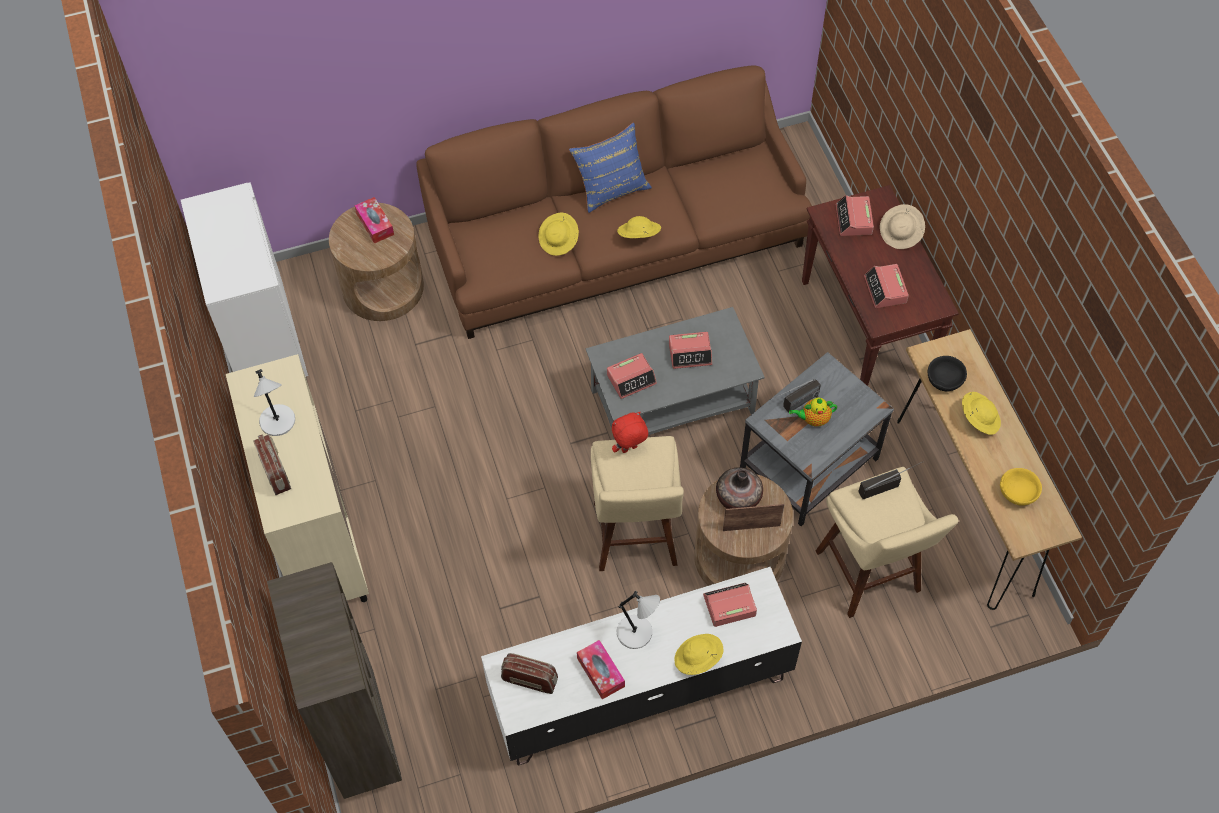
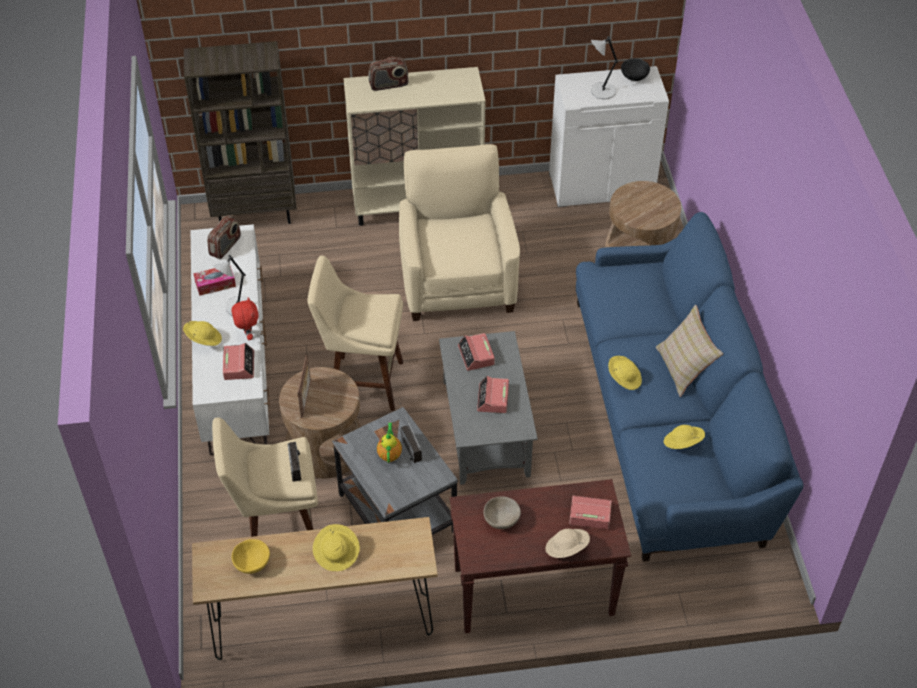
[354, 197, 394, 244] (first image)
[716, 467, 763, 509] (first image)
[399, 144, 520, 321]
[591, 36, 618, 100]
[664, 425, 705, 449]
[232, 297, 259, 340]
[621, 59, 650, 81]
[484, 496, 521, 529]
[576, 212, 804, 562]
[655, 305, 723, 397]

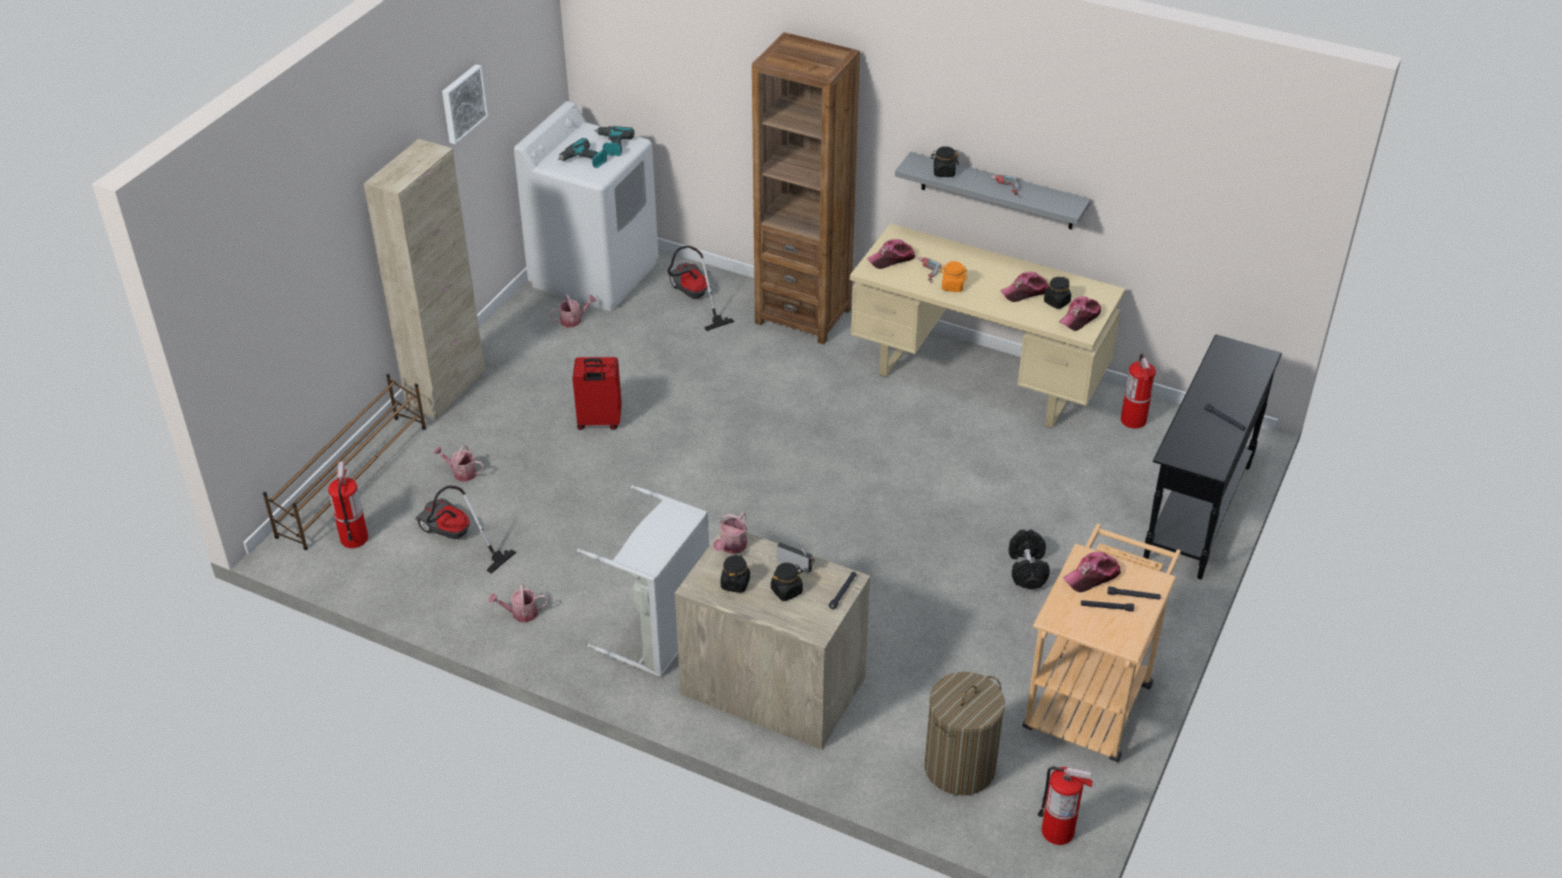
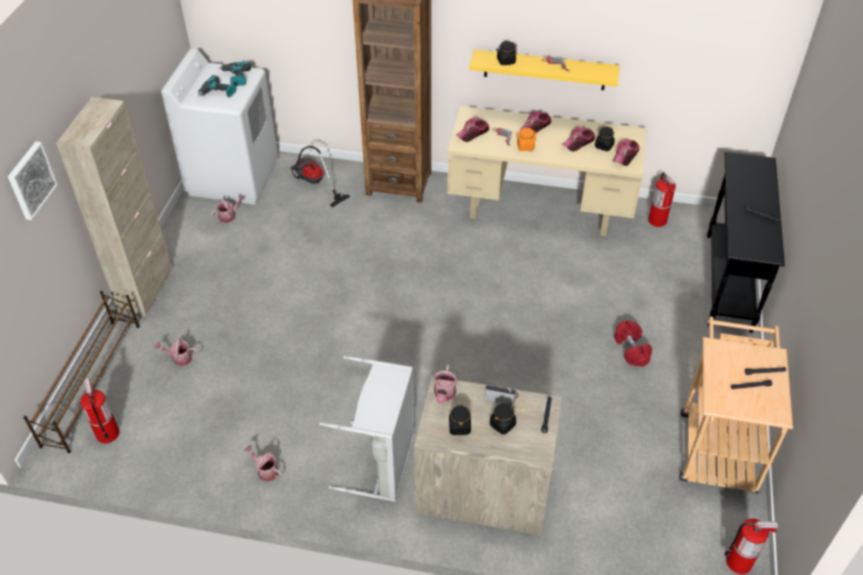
[415, 485, 517, 574] (first image)
[573, 357, 622, 430] (first image)
[924, 672, 1005, 795] (first image)
[8, 141, 58, 220]
[520, 111, 551, 133]
[469, 49, 620, 90]
[614, 320, 652, 367]
[244, 445, 282, 482]

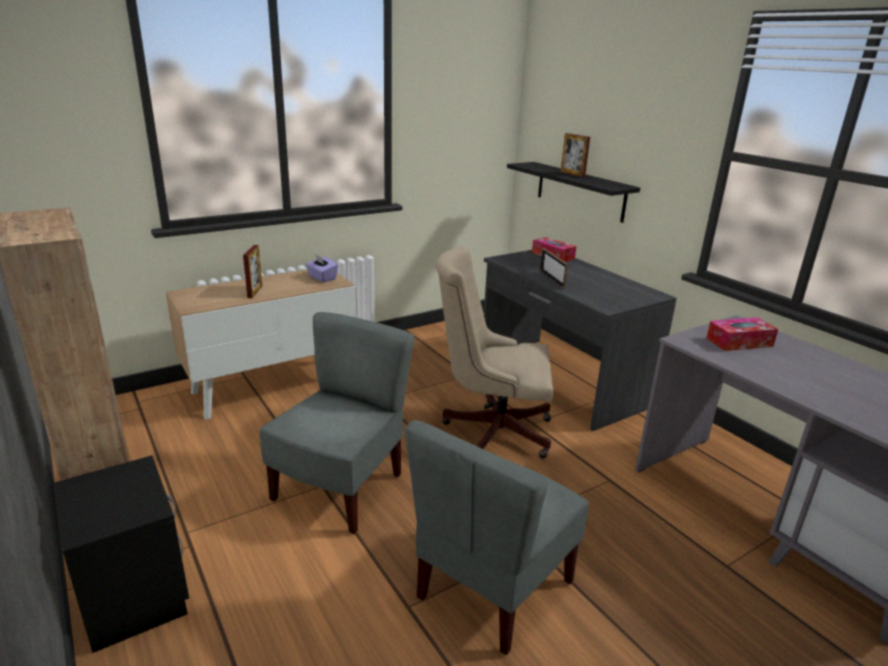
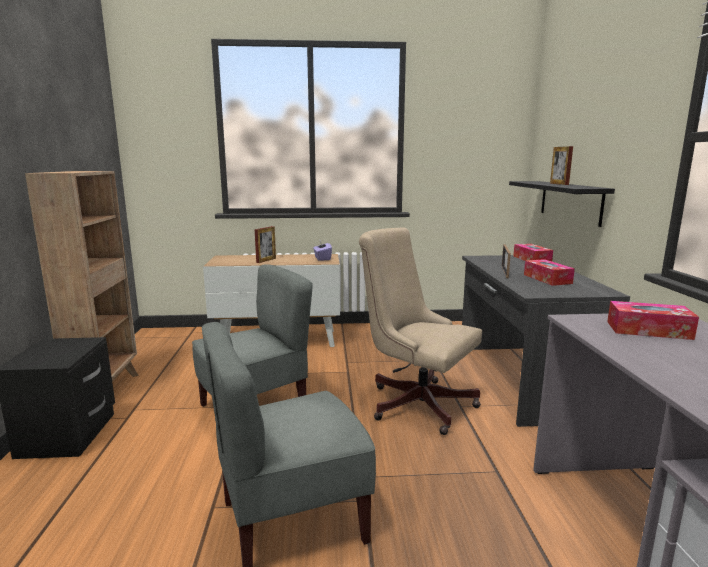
[524, 259, 575, 286]

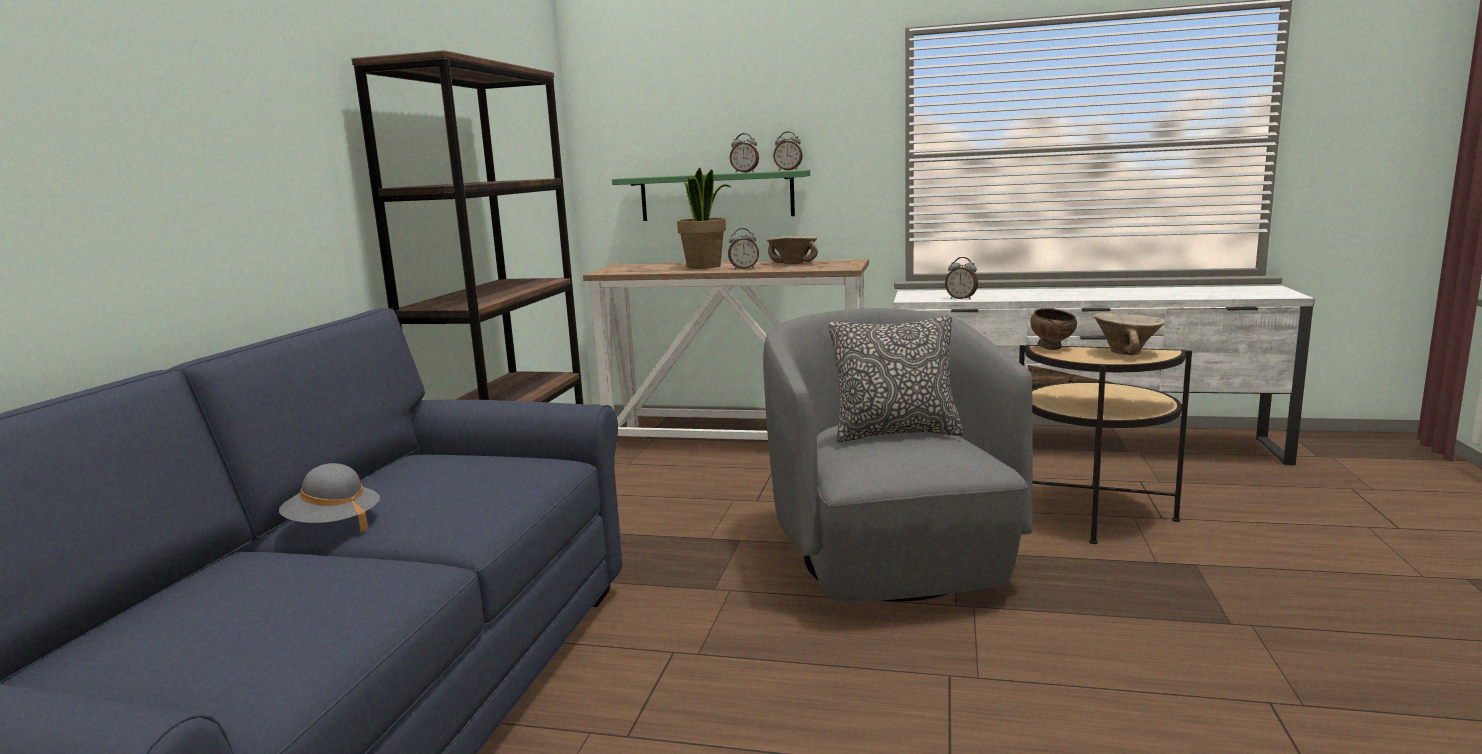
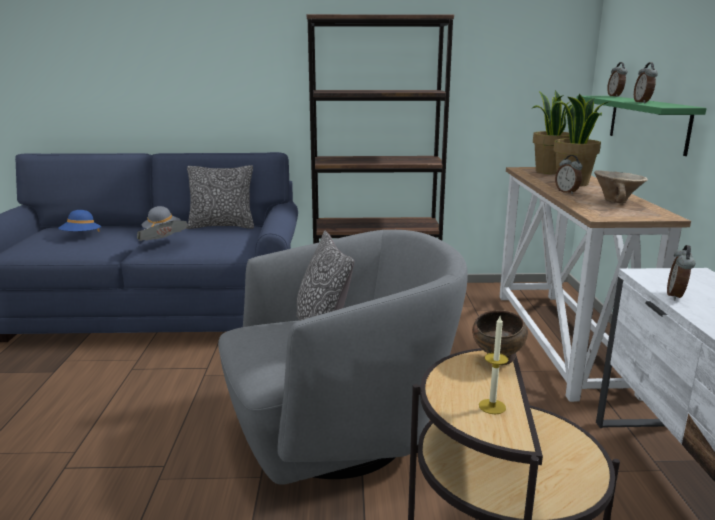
[58, 210, 101, 232]
[137, 220, 188, 241]
[187, 165, 254, 229]
[531, 90, 572, 174]
[607, 62, 628, 97]
[479, 316, 508, 414]

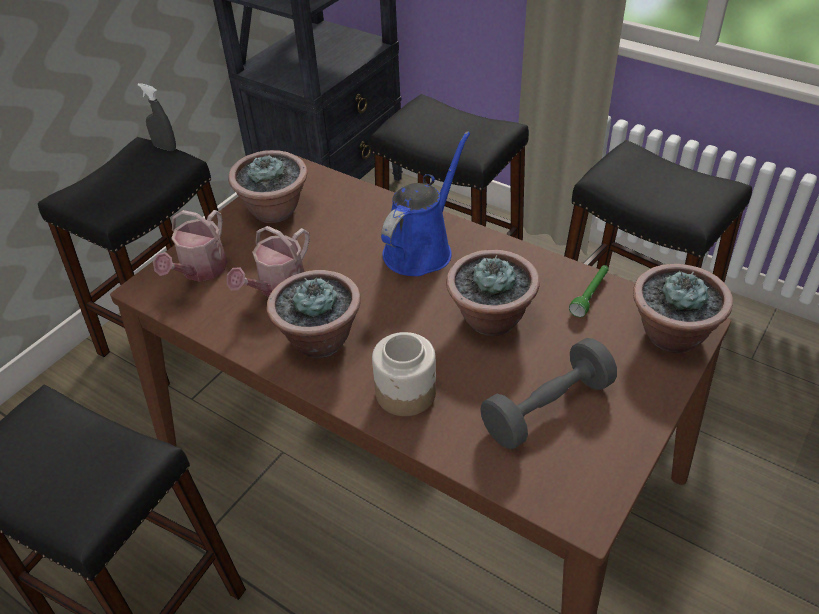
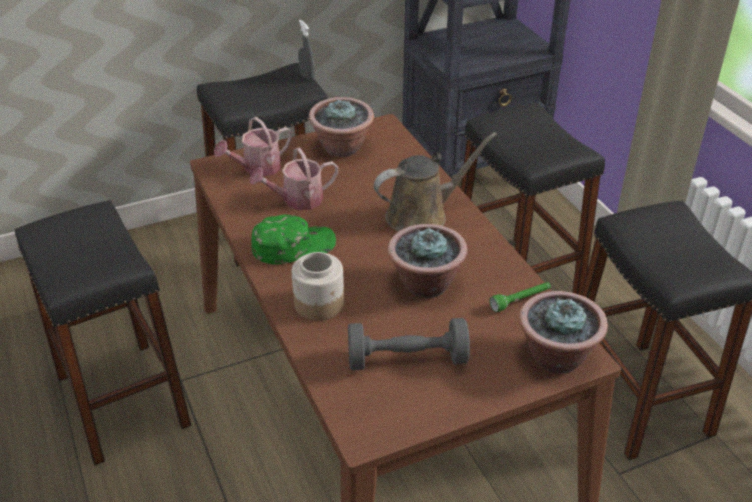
[251, 215, 336, 264]
[374, 132, 497, 232]

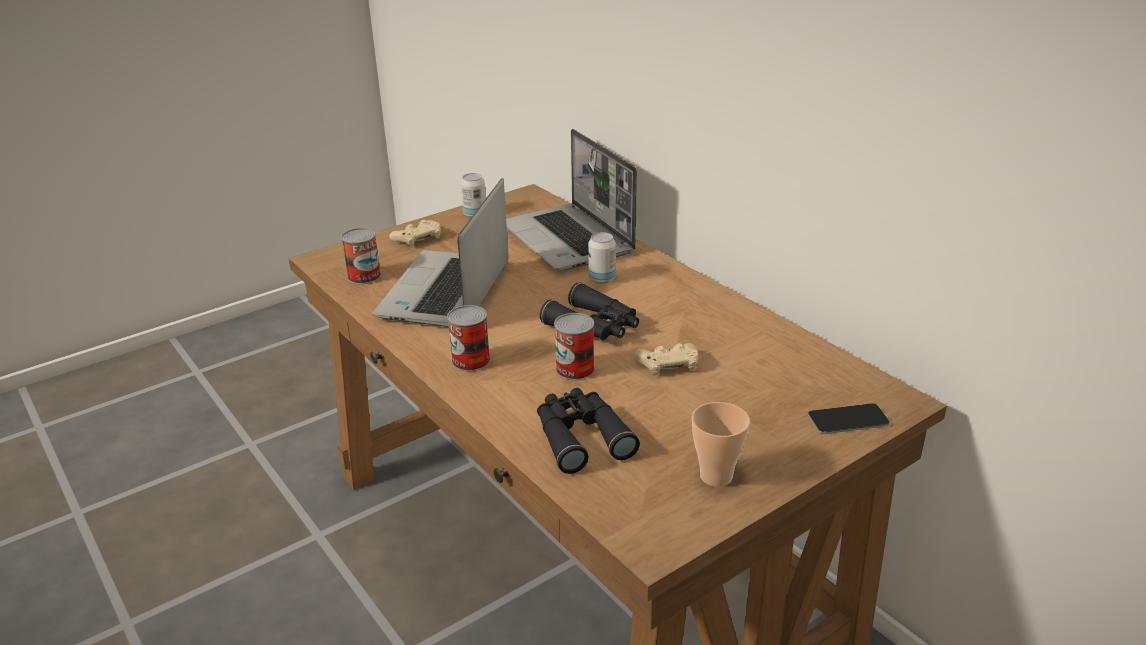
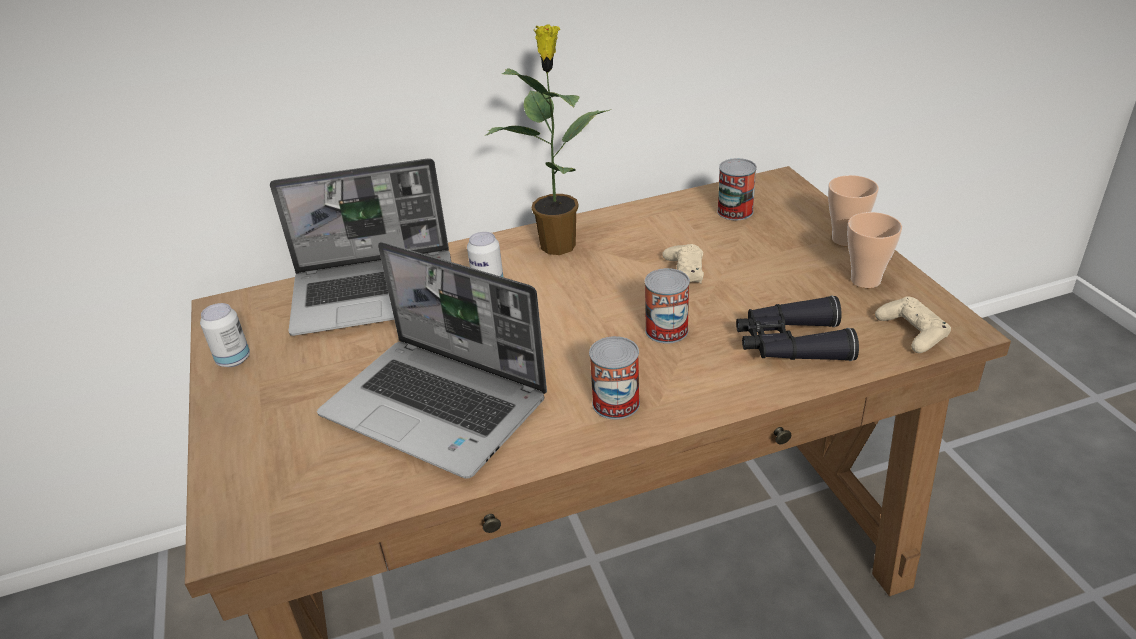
[540, 282, 639, 340] (first image)
[808, 403, 889, 434] (first image)
[485, 24, 610, 255]
[828, 175, 879, 246]
[717, 158, 757, 220]
[875, 296, 951, 353]

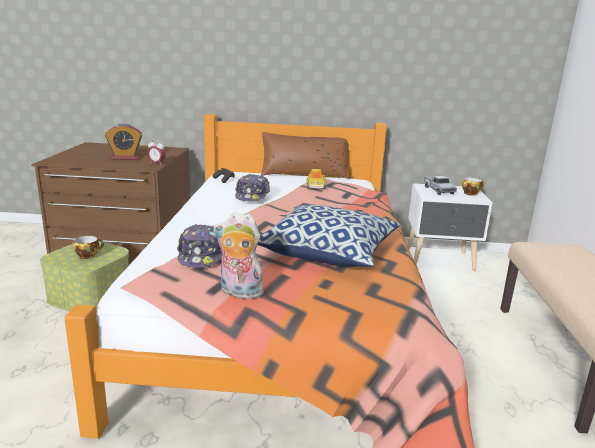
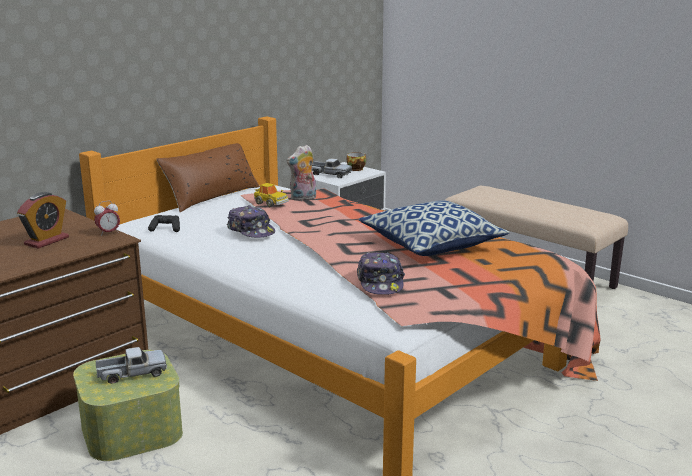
[286, 145, 316, 201]
[95, 347, 167, 384]
[357, 252, 405, 295]

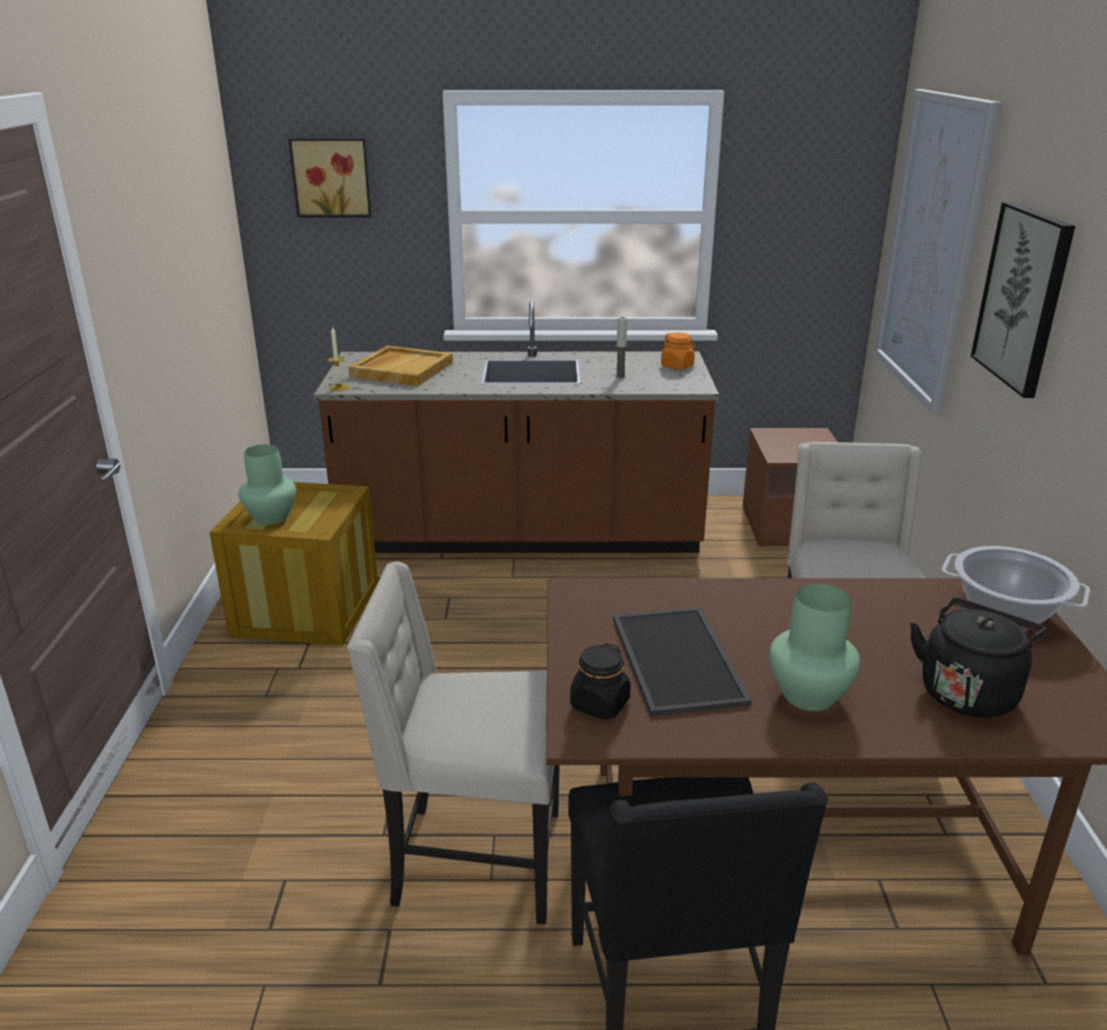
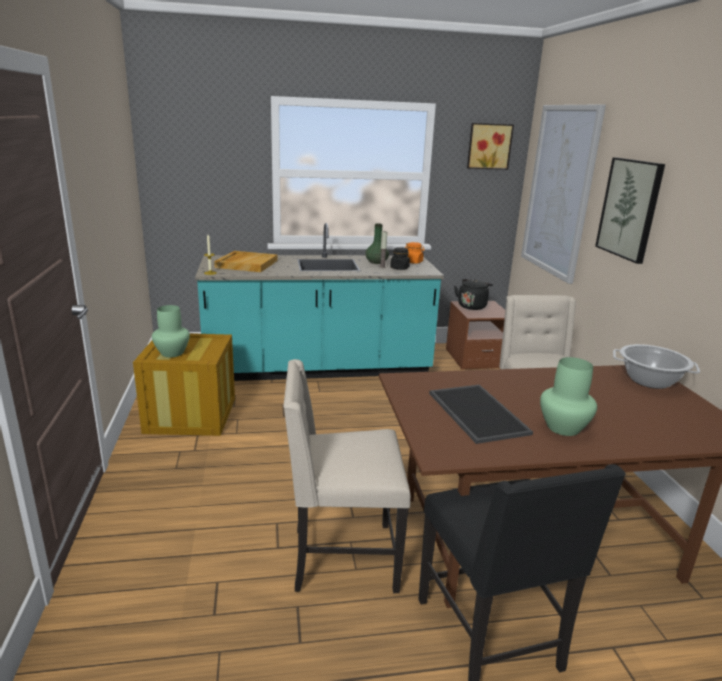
[365, 223, 389, 264]
[467, 123, 514, 170]
[390, 247, 410, 270]
[454, 279, 493, 310]
[195, 223, 444, 381]

